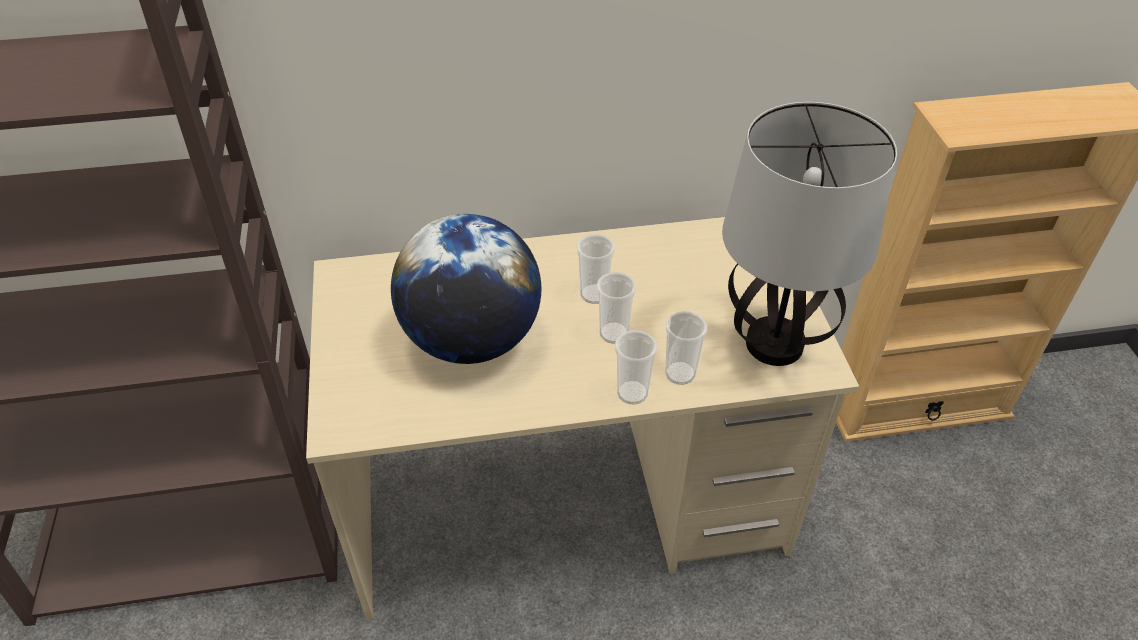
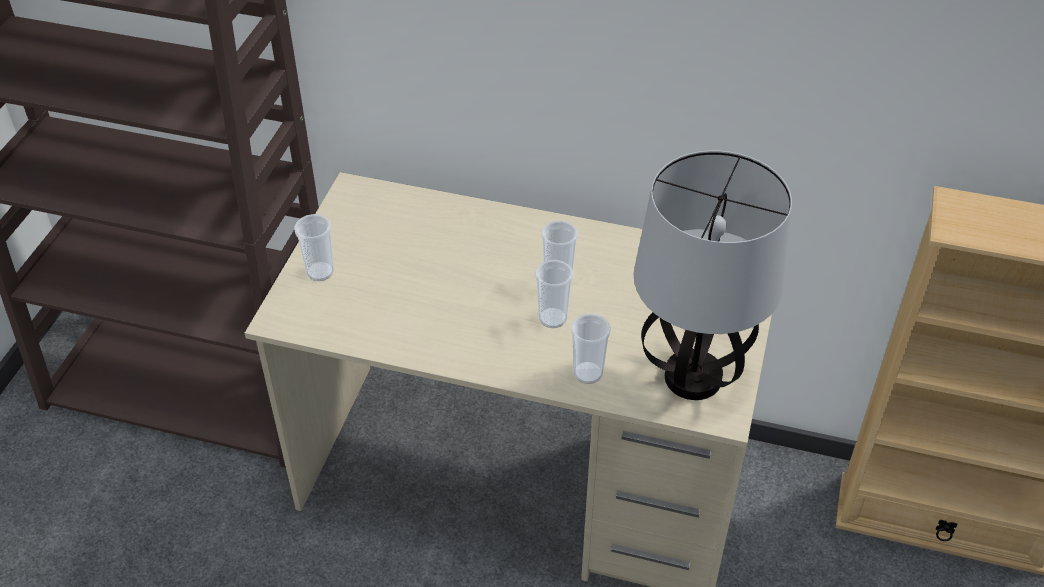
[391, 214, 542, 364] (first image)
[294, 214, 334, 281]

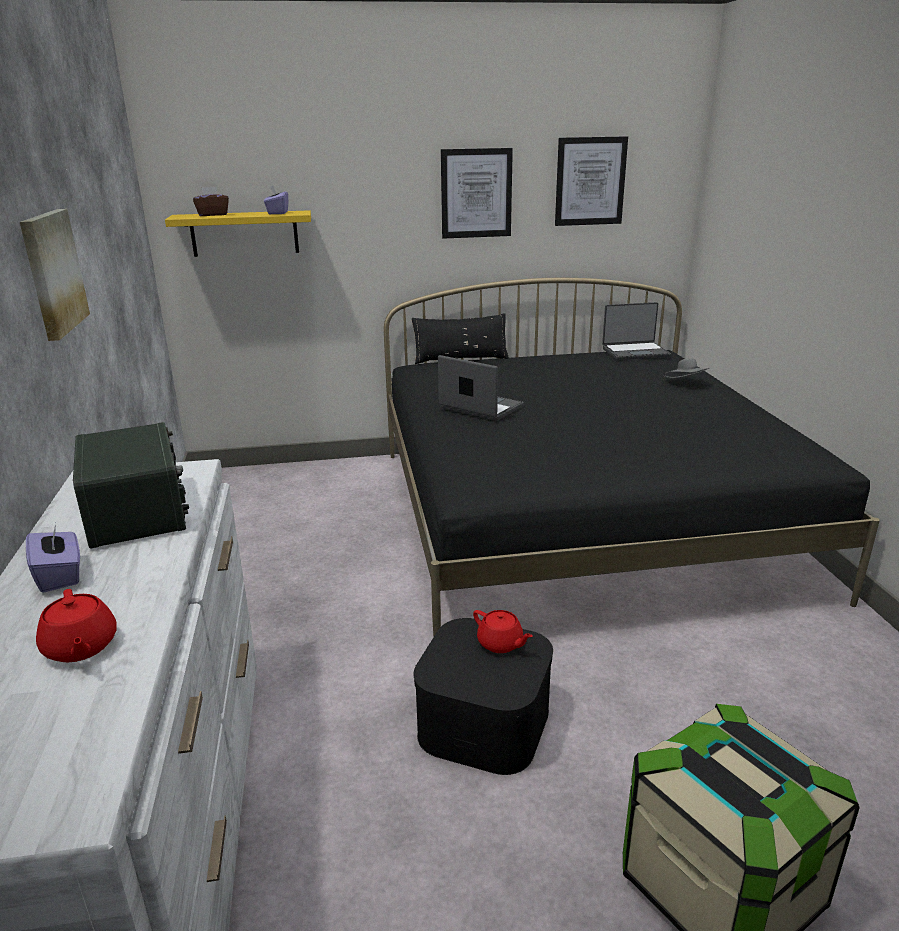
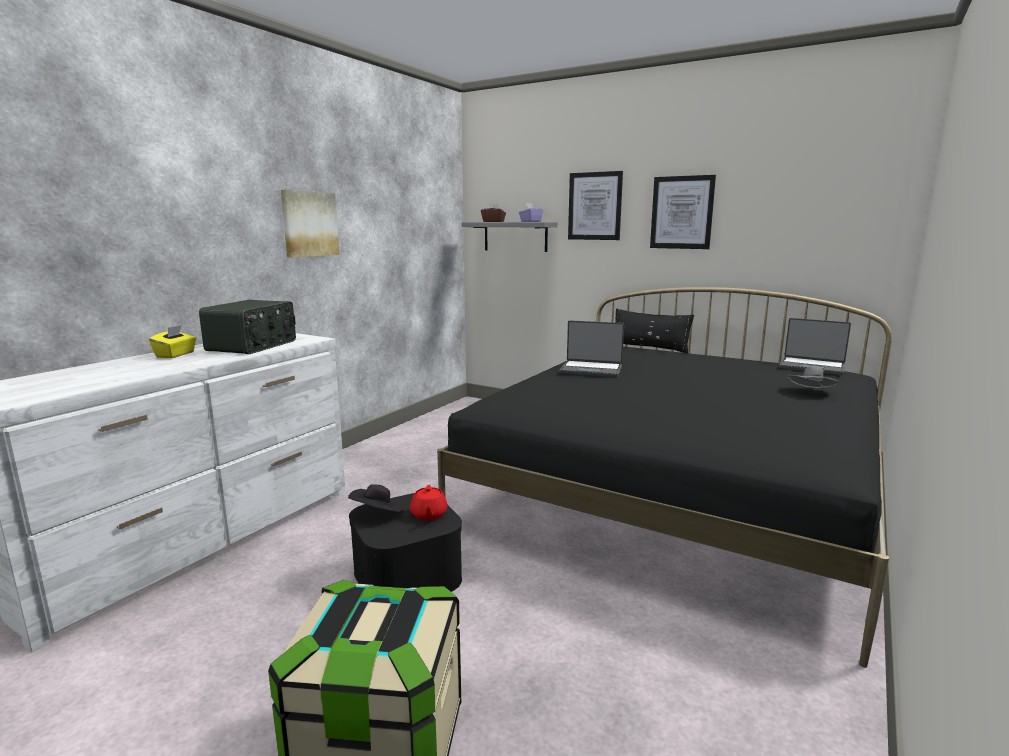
[36, 589, 117, 662] (first image)
[348, 484, 404, 512]
[568, 171, 623, 240]
[149, 325, 197, 358]
[462, 222, 558, 252]
[559, 320, 624, 378]

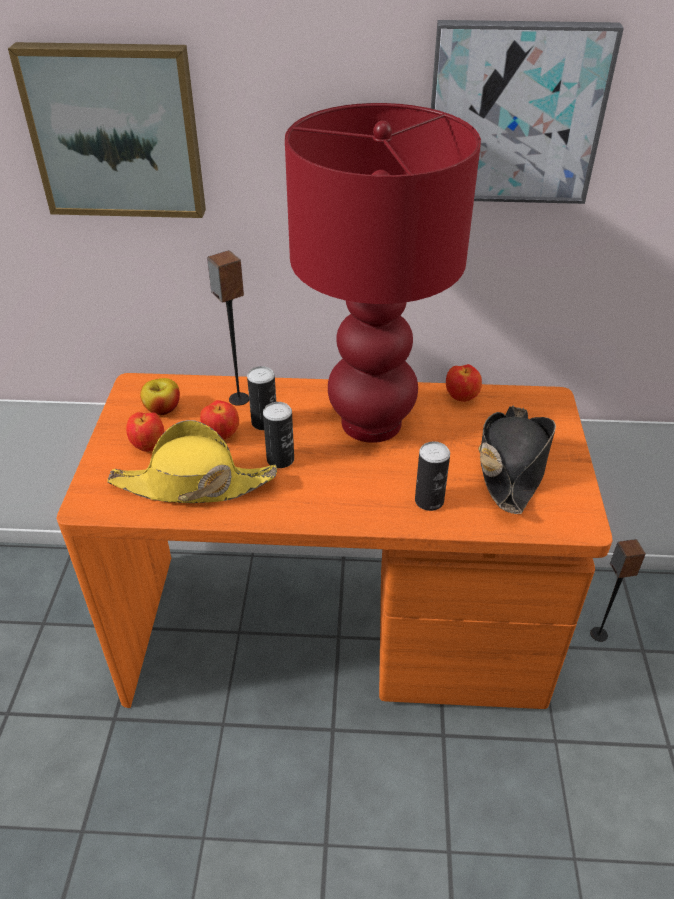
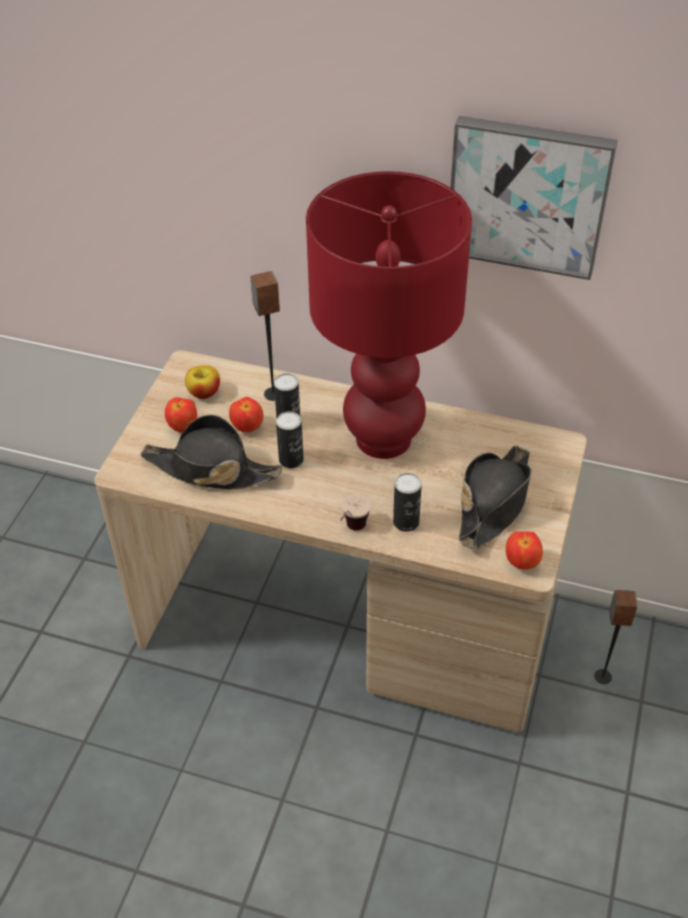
[8, 42, 206, 218] (first image)
[340, 494, 371, 531]
[506, 531, 543, 570]
[95, 350, 587, 733]
[140, 415, 282, 490]

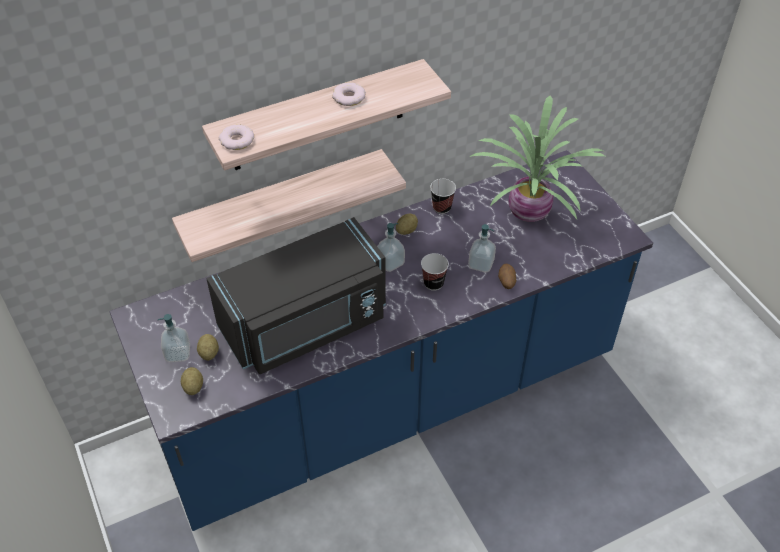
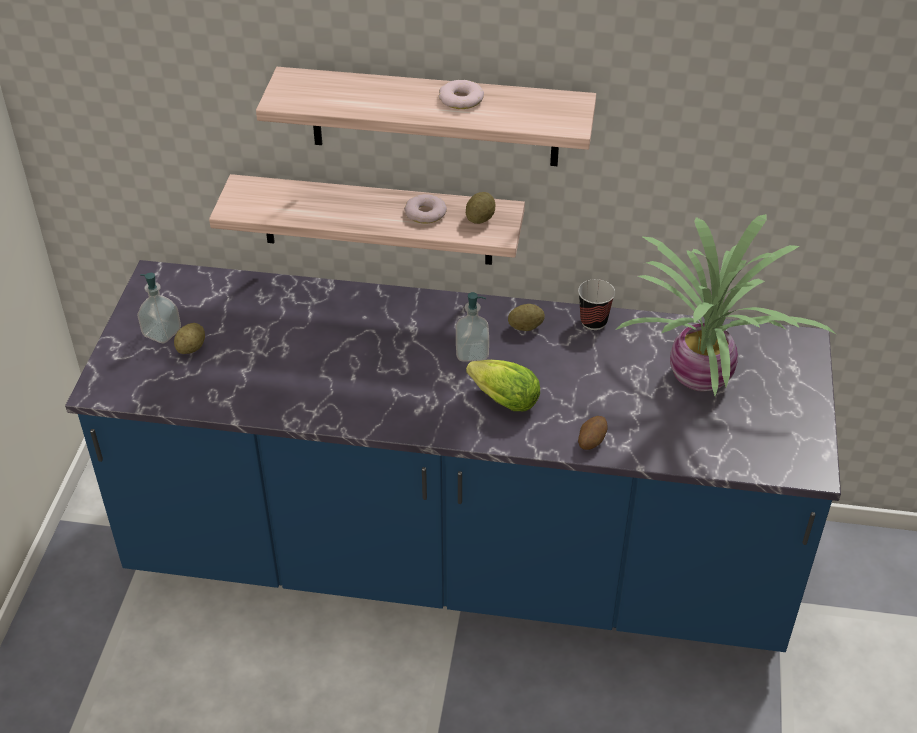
[206, 217, 386, 374] (first image)
[468, 224, 496, 272] (first image)
[466, 192, 496, 224]
[404, 194, 447, 224]
[466, 360, 540, 411]

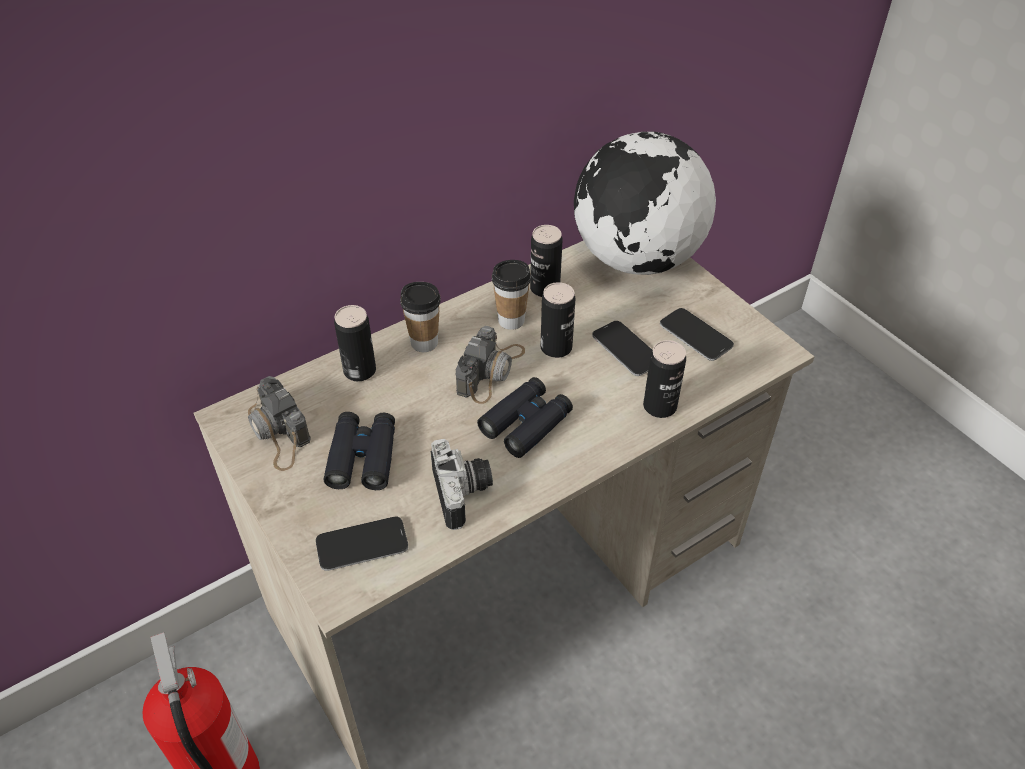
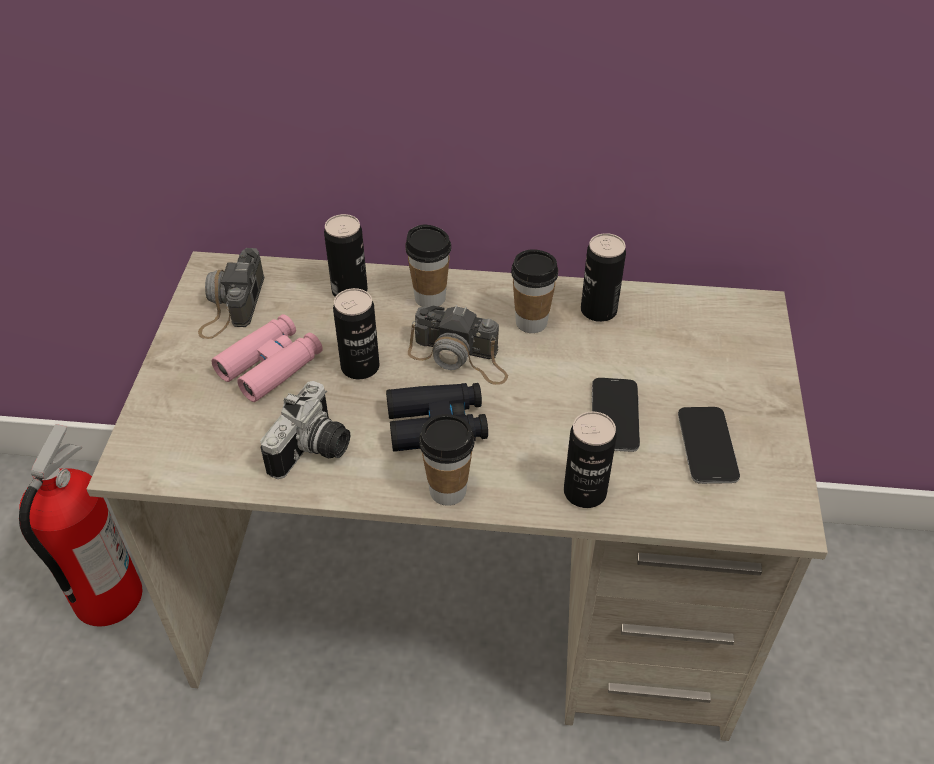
[316, 517, 408, 571] (first image)
[574, 131, 716, 275] (first image)
[419, 414, 475, 506]
[333, 288, 379, 379]
[211, 314, 323, 402]
[408, 305, 508, 385]

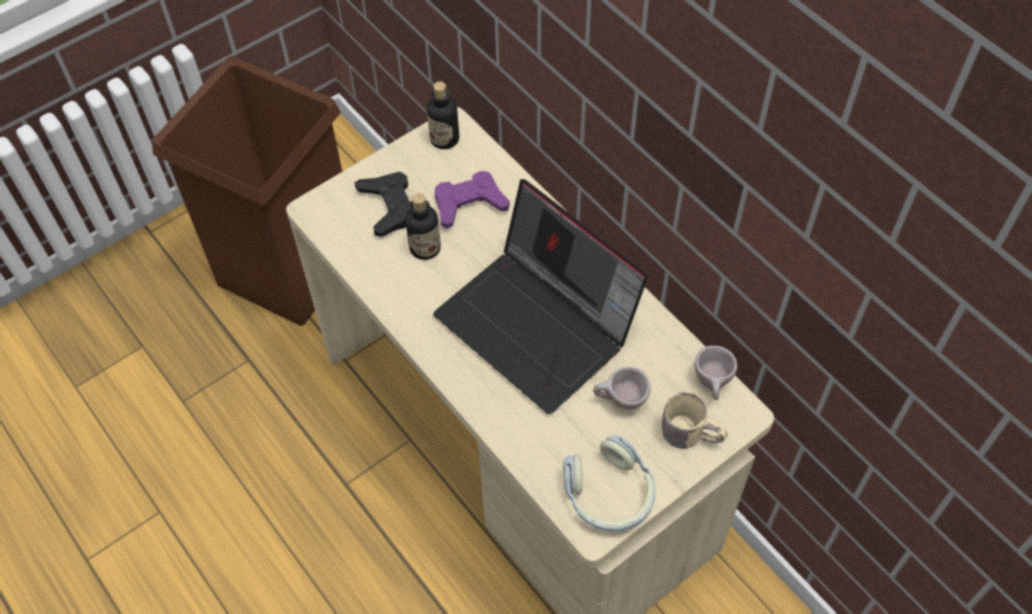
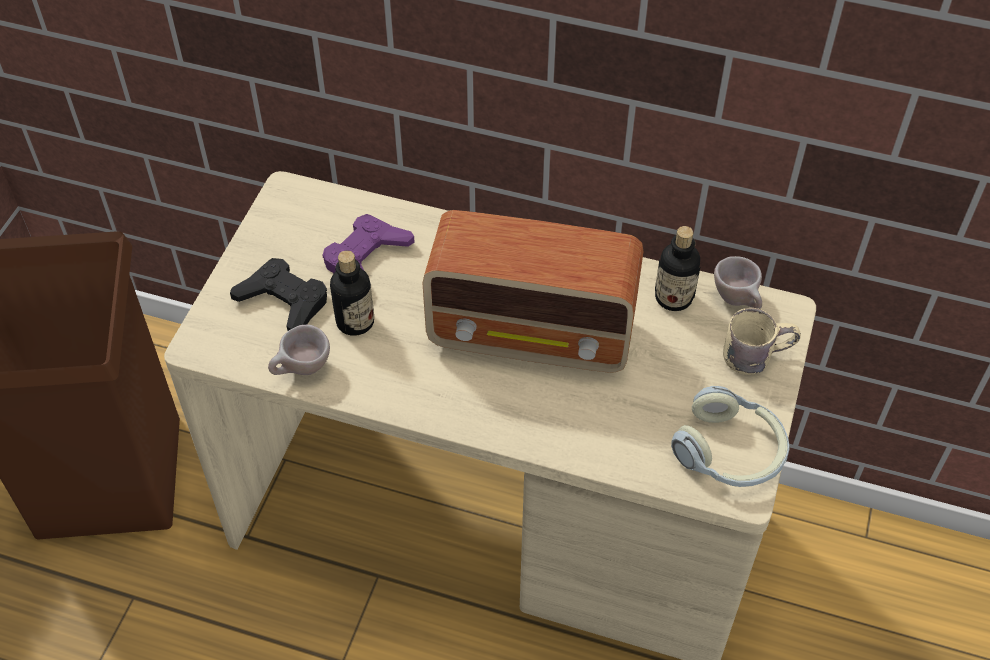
[655, 226, 701, 311]
[268, 325, 330, 375]
[422, 210, 643, 373]

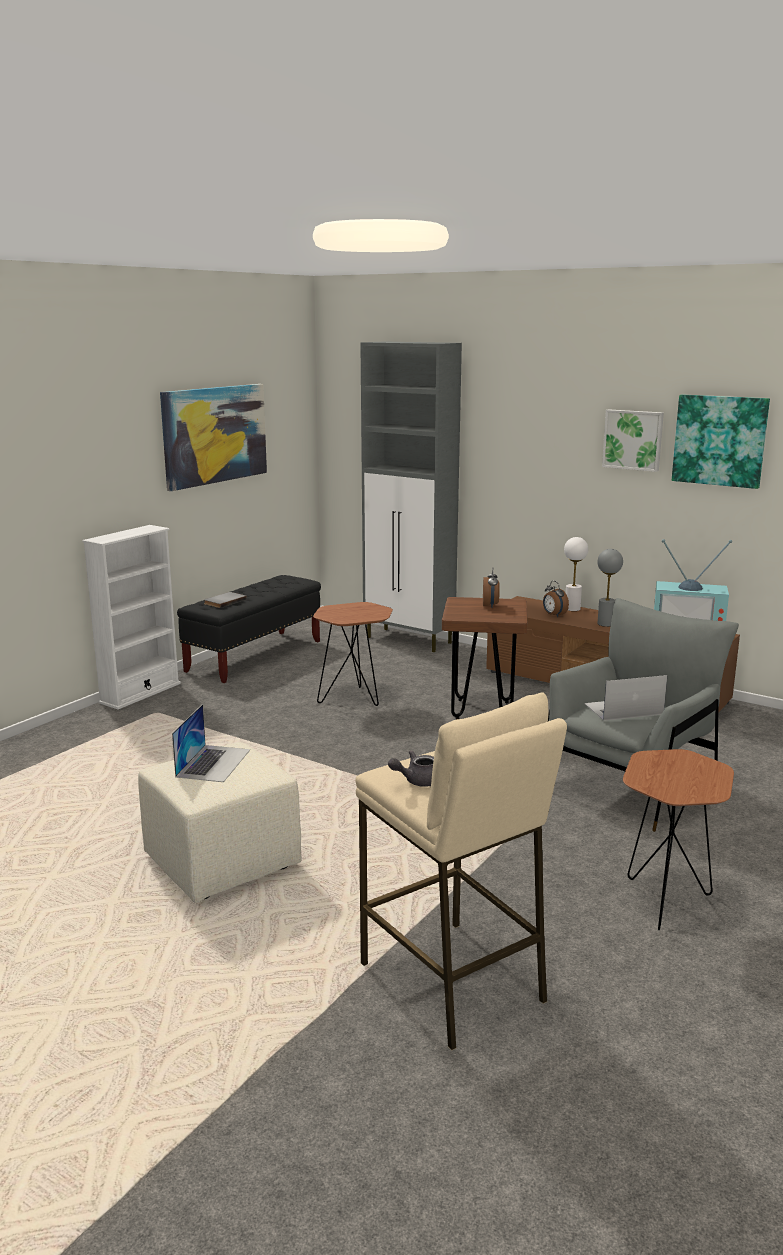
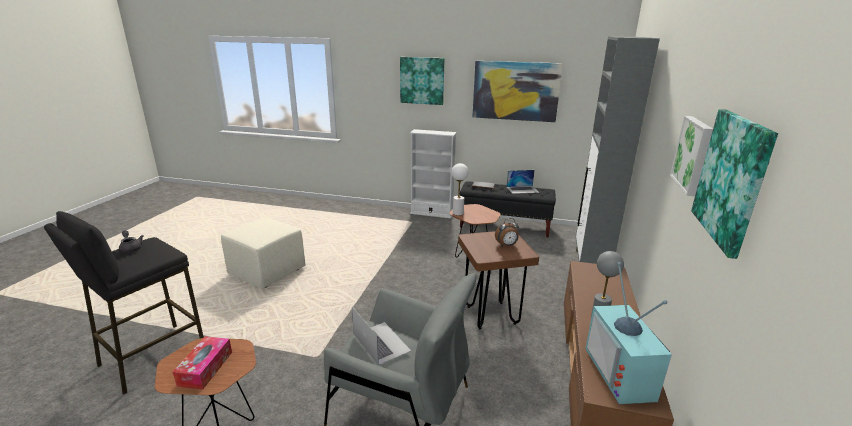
[543, 581, 569, 617] (first image)
[173, 336, 232, 389]
[400, 57, 445, 105]
[506, 170, 539, 194]
[451, 163, 469, 216]
[44, 211, 204, 394]

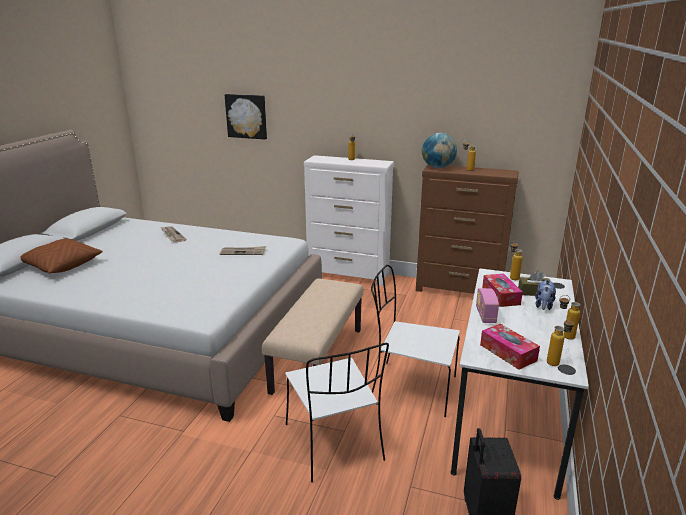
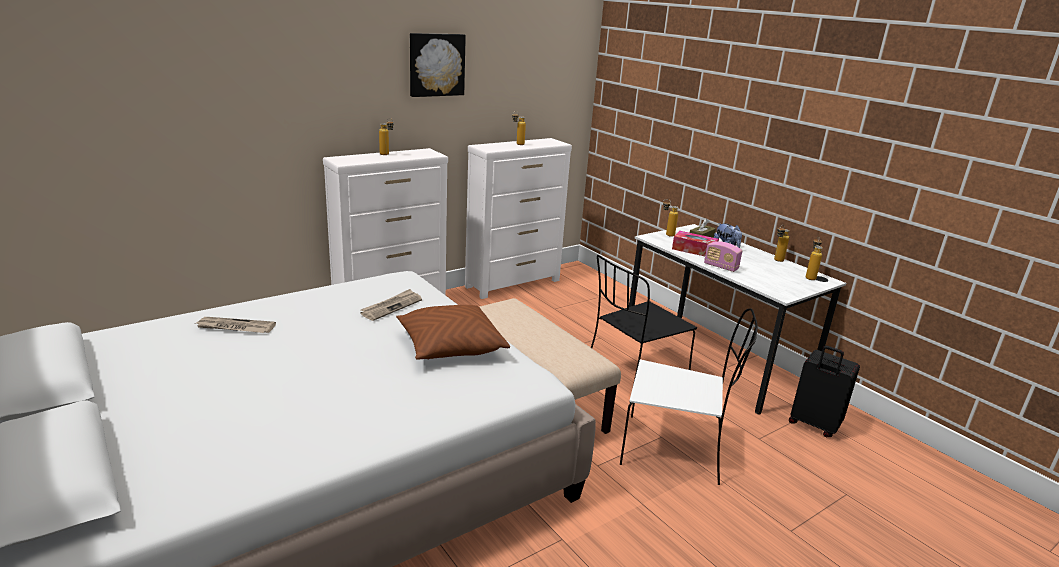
[422, 133, 457, 168] (first image)
[480, 324, 540, 370] (first image)
[396, 305, 510, 360]
[410, 33, 466, 97]
[591, 255, 697, 403]
[465, 138, 572, 299]

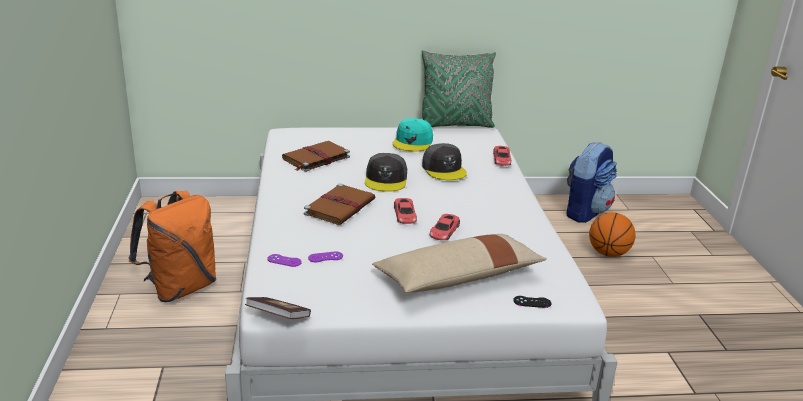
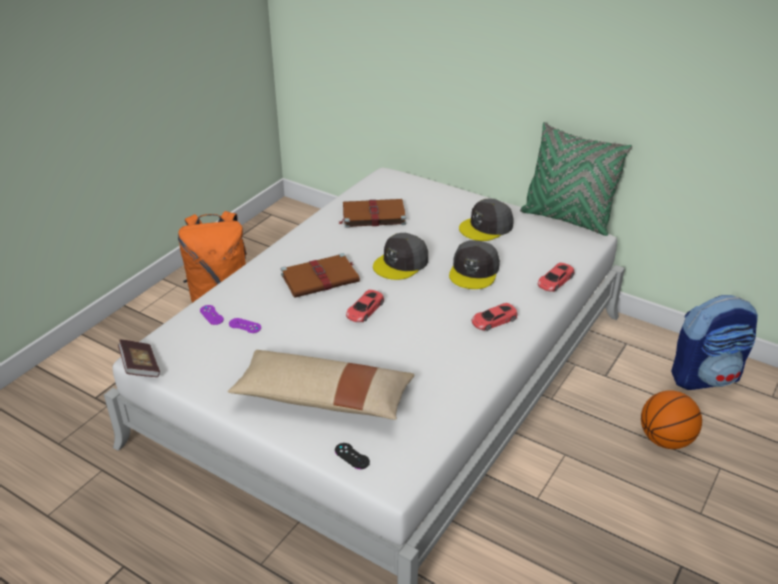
[472, 303, 518, 331]
[459, 199, 514, 241]

